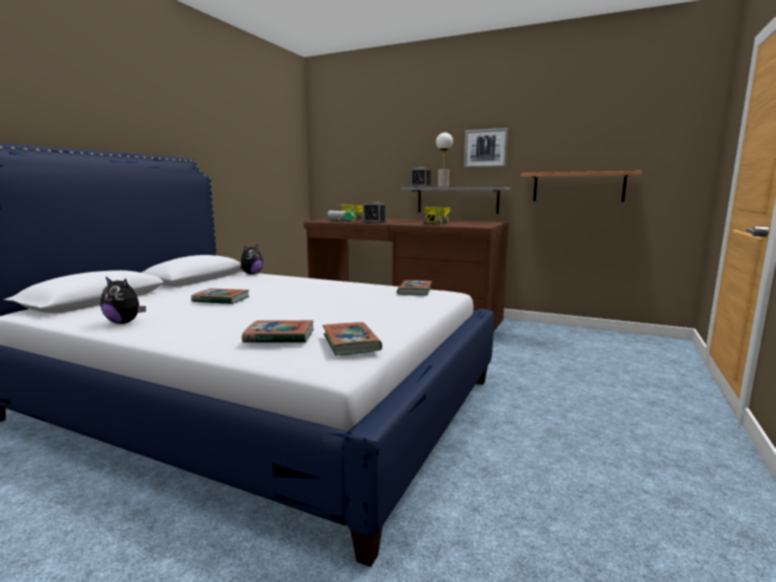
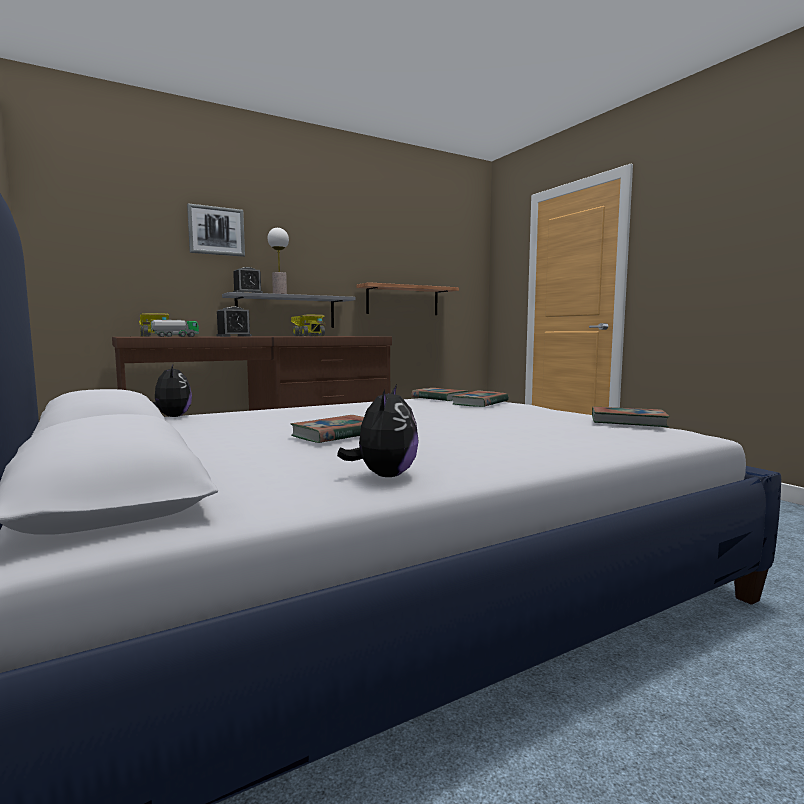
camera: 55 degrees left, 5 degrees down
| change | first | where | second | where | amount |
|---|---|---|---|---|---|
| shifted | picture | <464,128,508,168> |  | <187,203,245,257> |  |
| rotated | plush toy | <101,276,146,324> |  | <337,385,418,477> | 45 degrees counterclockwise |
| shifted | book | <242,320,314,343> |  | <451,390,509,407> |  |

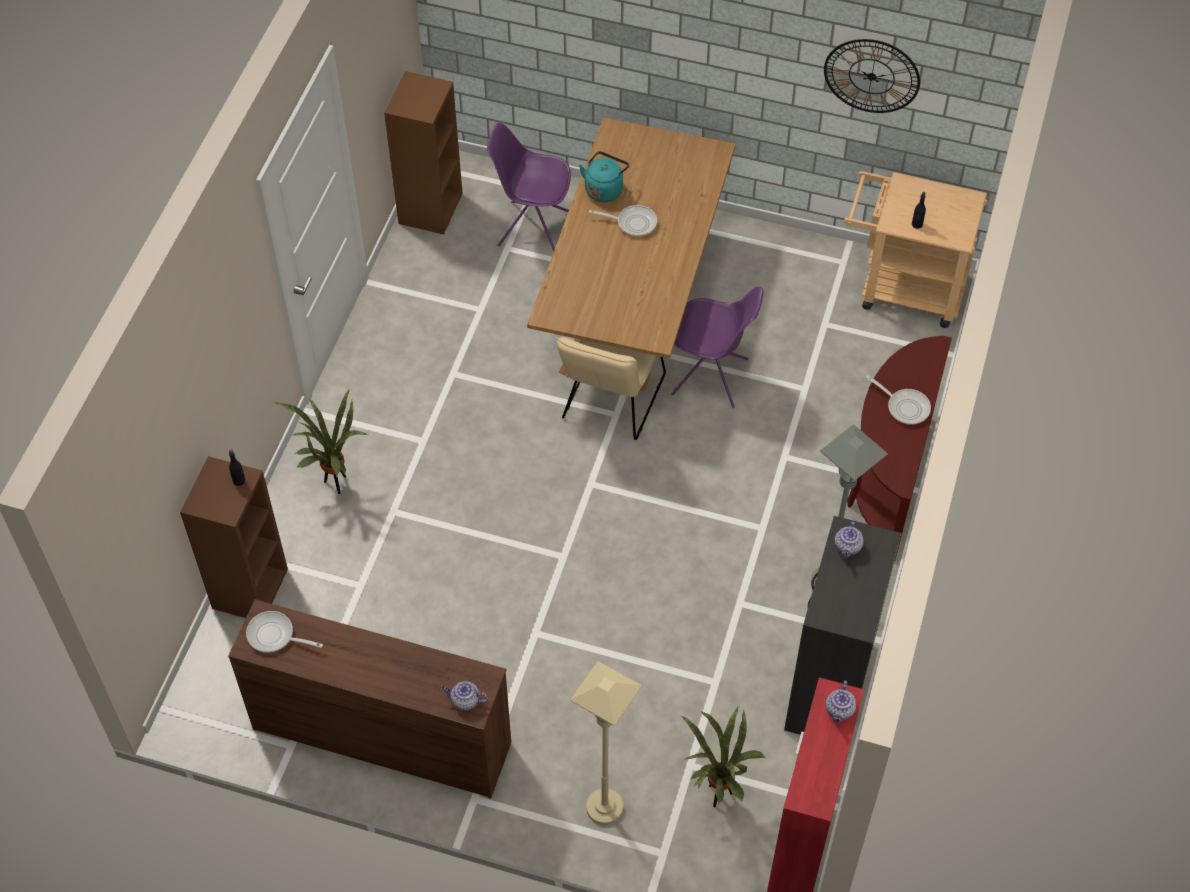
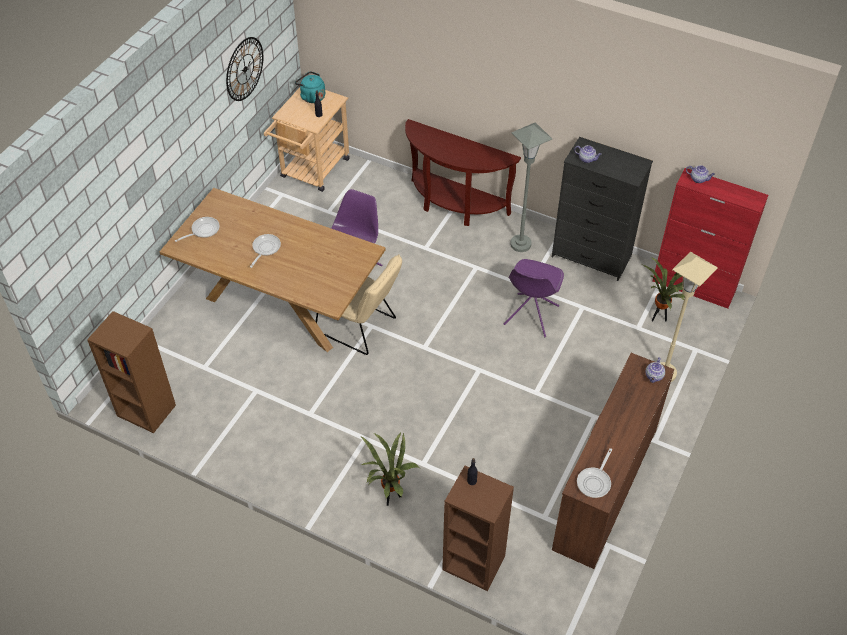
camera: 80 degrees left, 5 degrees down
| change | first | where | second | where | amount |
|---|---|---|---|---|---|
| shifted | frying pan | <866,375,931,425> |  | <175,217,220,242> |  |
| shifted | turquoise kettle | <579,151,629,202> |  | <295,71,325,103> |  |
| shifted | purple chair | <487,123,571,251> |  | <504,259,564,337> |  |

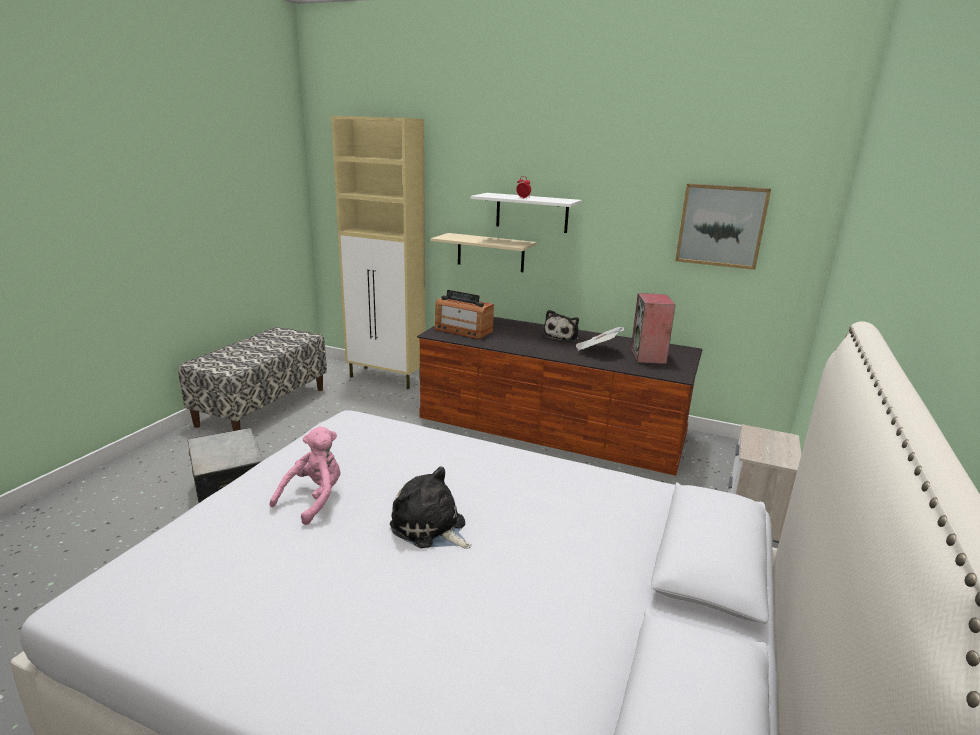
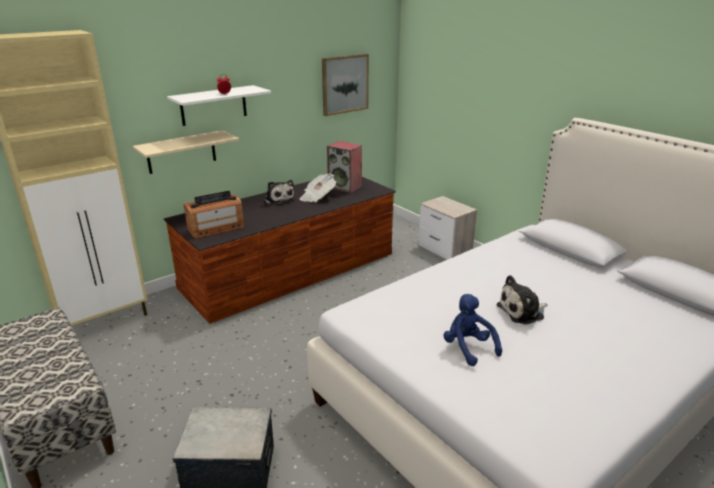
camera: 60 degrees left, 5 degrees up
| change | first | where | second | where | amount |
|---|---|---|---|---|---|
| repainted | pink plush toy | <270,426,341,525> | blue plush toy | <443,294,502,366> |  |

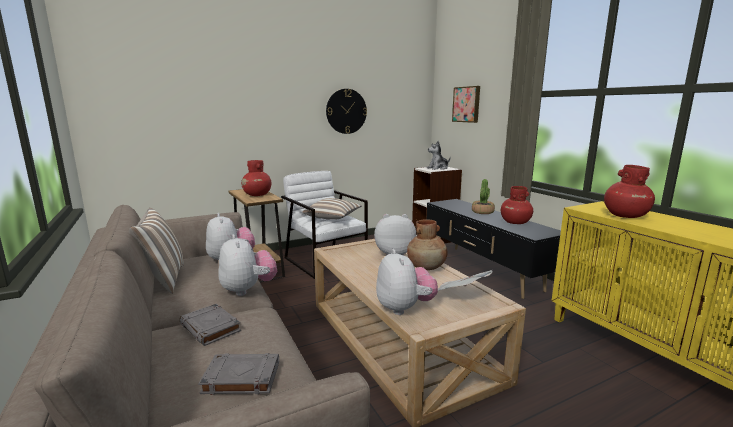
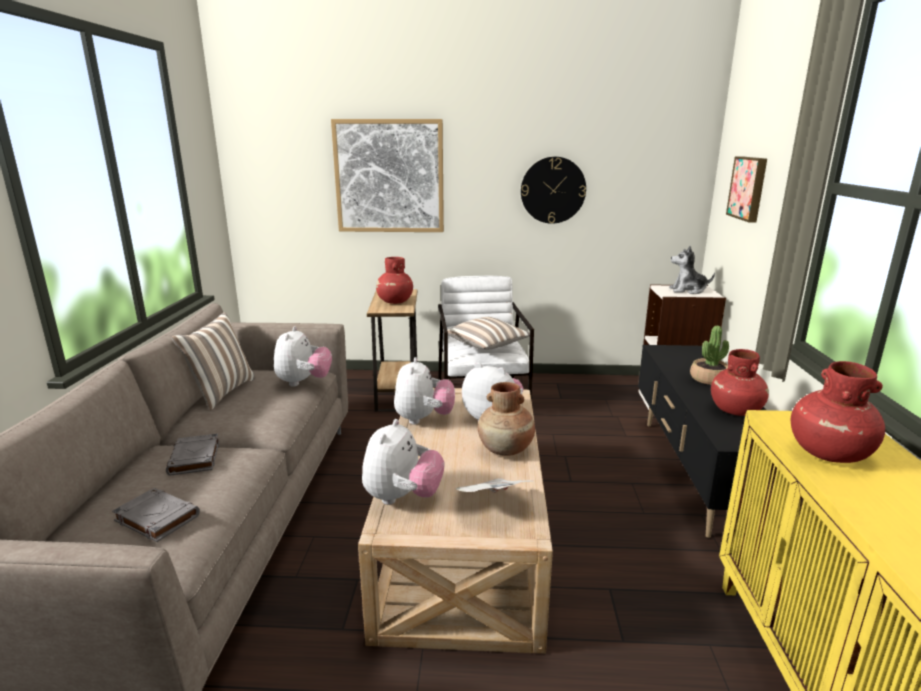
camera: 30 degrees right, 5 degrees up
| change | first | where | second | where | amount |
|---|---|---|---|---|---|
| new |  |  | picture | <331,119,444,232> |  |
| shifted | plush toy | <218,234,277,296> |  | <394,357,455,425> |  |

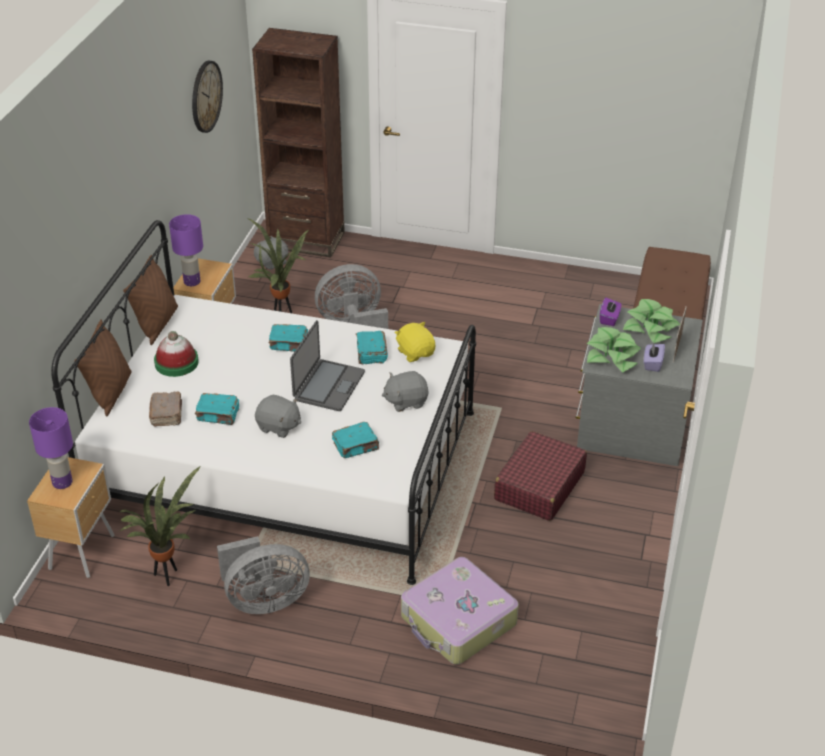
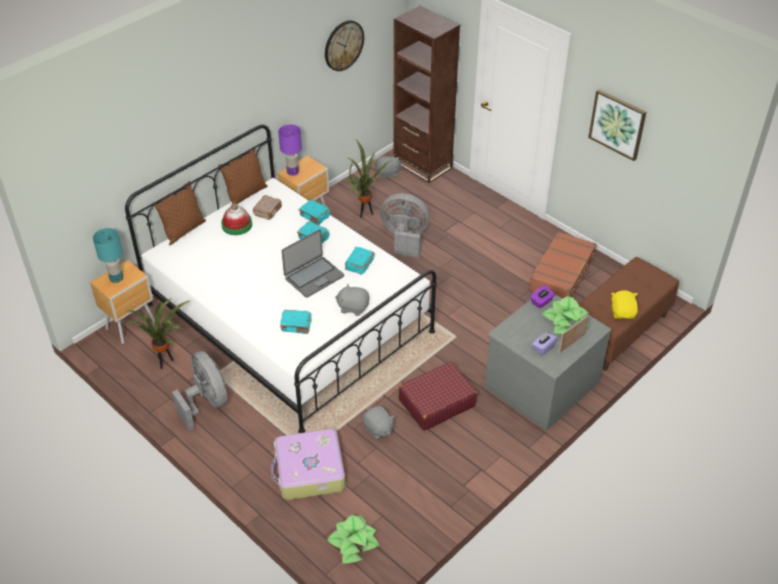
camera: 30 degrees right, 5 degrees up
| change | first | where | second | where | amount |
|---|---|---|---|---|---|
| repainted | purple table lamp | <29,407,73,489> | turquoise table lamp | <93,228,123,283> |  |
| rotated | grey fan | <217,536,310,614> |  | <172,351,227,431> | 135 degrees counterclockwise |
| shifted | brown book | <149,391,182,426> |  | <253,195,282,220> |  |
| shifted | turquoise book | <195,393,240,425> |  | <298,199,330,225> |  |
| shifted | potted plant | <587,327,641,373> |  | <327,515,379,564> |  |
| shifted | grey plush toy | <255,395,301,438> |  | <363,406,395,439> |  |
| new |  |  | brown suitcase | <528,231,596,299> |  |
| new |  |  | picture | <588,89,646,161> |  |
| shifted | yellow plush toy | <395,322,435,362> |  | <611,290,638,319> |  |

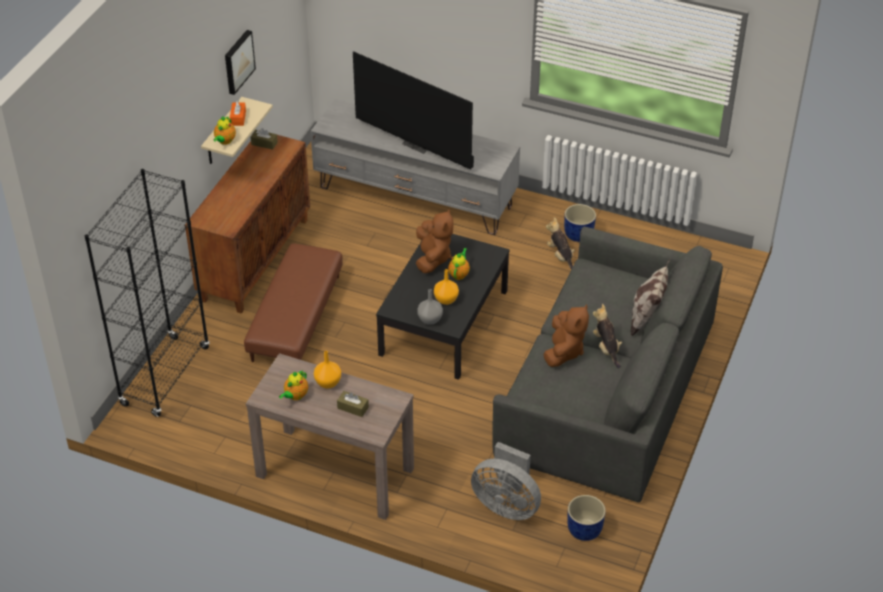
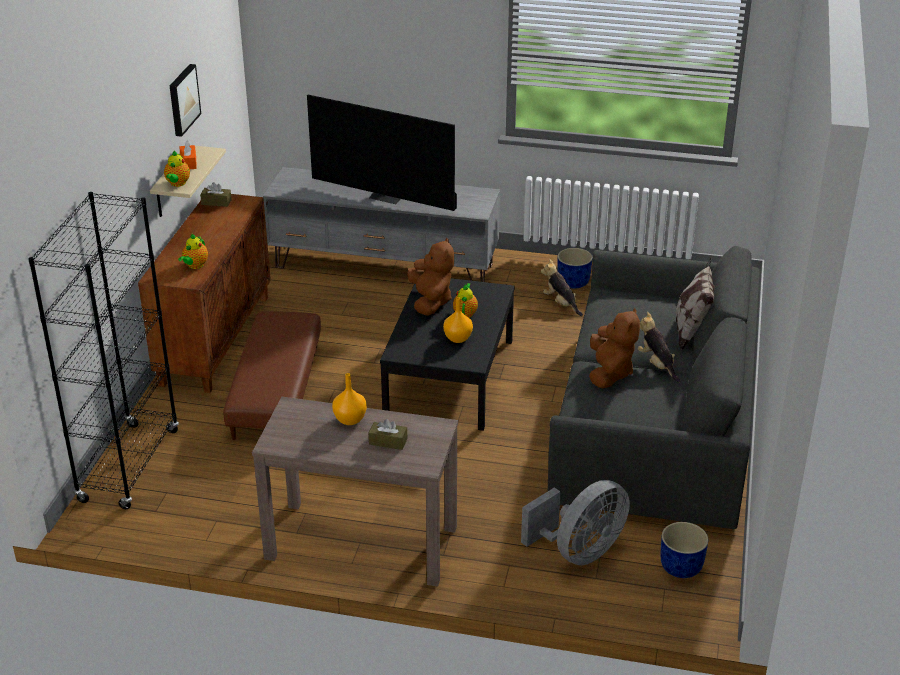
camera: 10 degrees left, 10 degrees down
| change | first | where | second | where | amount |
|---|---|---|---|---|---|
| shifted | teapot | <279,371,308,400> |  | <178,234,208,269> |  |
| rotated | grey fan | <471,442,541,520> |  | <521,480,630,565> | 60 degrees counterclockwise |
| gone | grey vase | <417,289,443,325> |  |  |  |

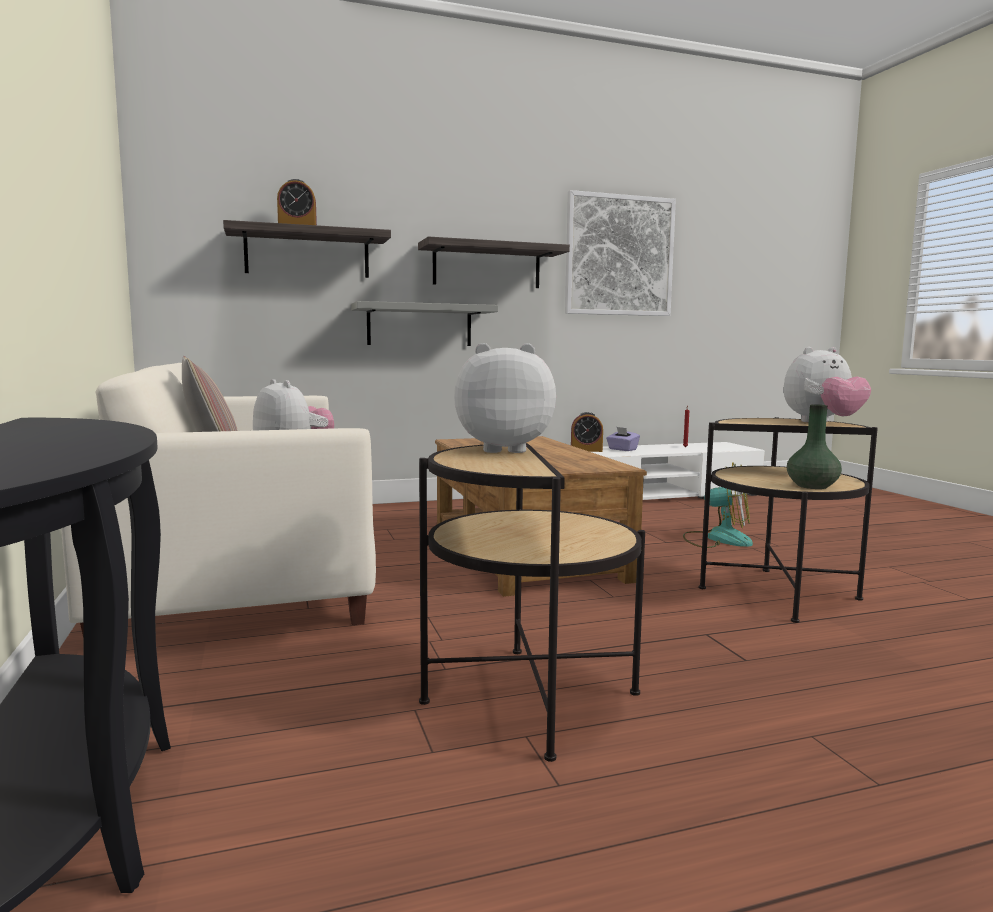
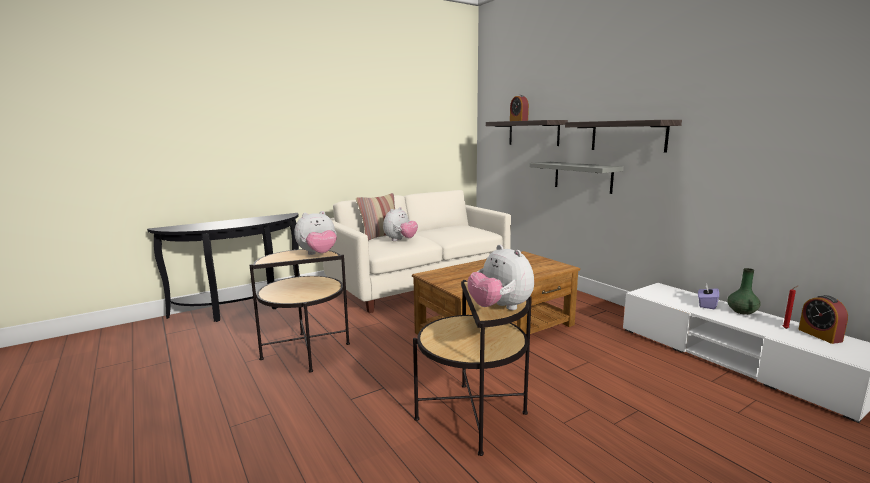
camera: 75 degrees right, 5 degrees up
| change | first | where | second | where | amount |
|---|---|---|---|---|---|
| rotated | plush toy | <454,343,556,453> |  | <294,211,337,255> | 75 degrees clockwise |
| shifted | green vase | <787,404,842,489> |  | <727,268,761,315> |  |
| shifted | alarm clock | <571,412,603,452> |  | <798,295,848,344> |  |
| gone | picture | <565,190,676,316> |  |  |  |
| gone | fan | <683,462,753,548> |  |  |  |

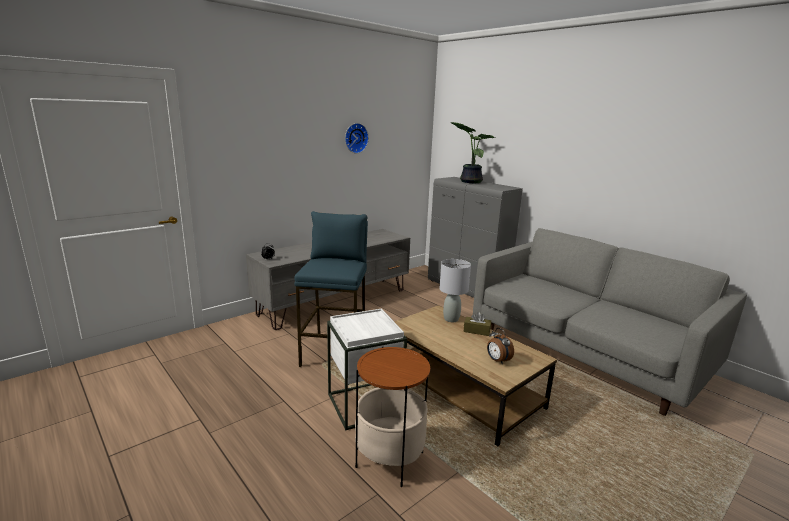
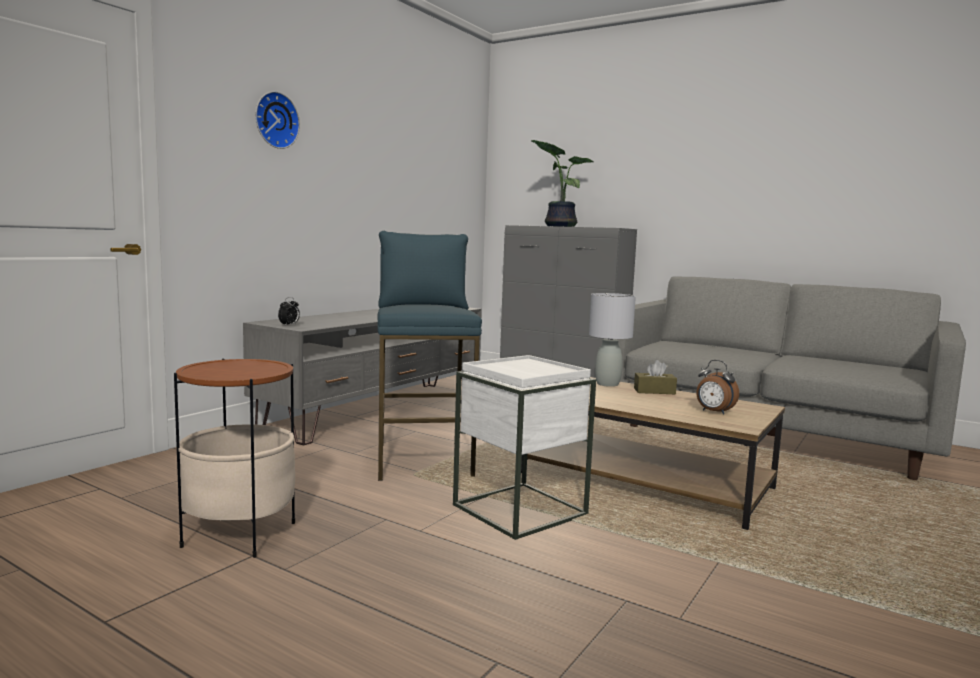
camera: 15 degrees left, 10 degrees down
| change | first | where | second | where | amount |
|---|---|---|---|---|---|
| shifted | side table | <355,346,430,487> |  | <174,359,295,558> |  |
| shifted | wall clock | <345,123,369,153> |  | <255,91,300,149> |  |

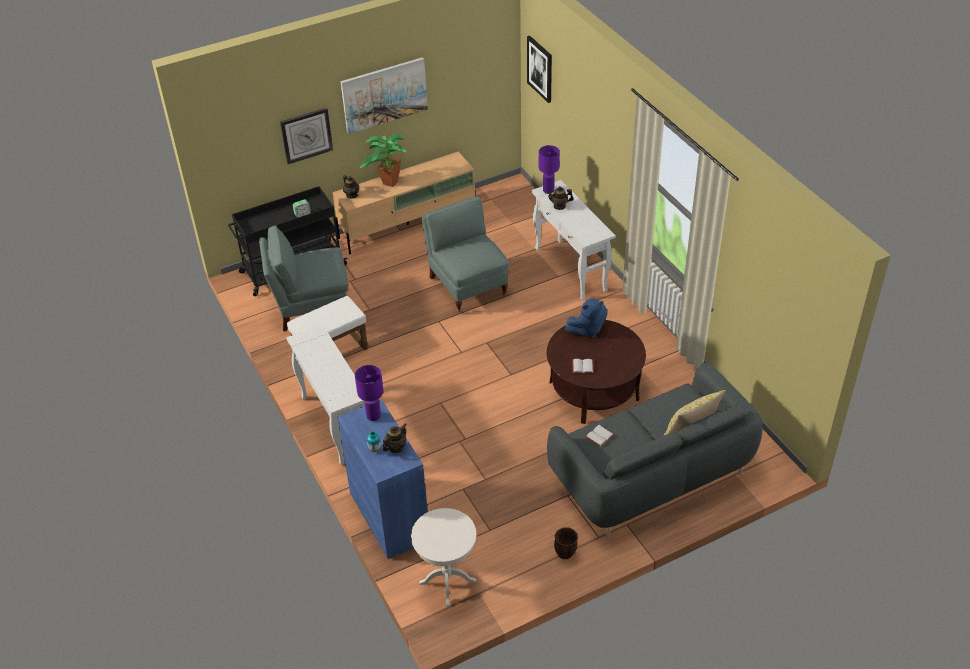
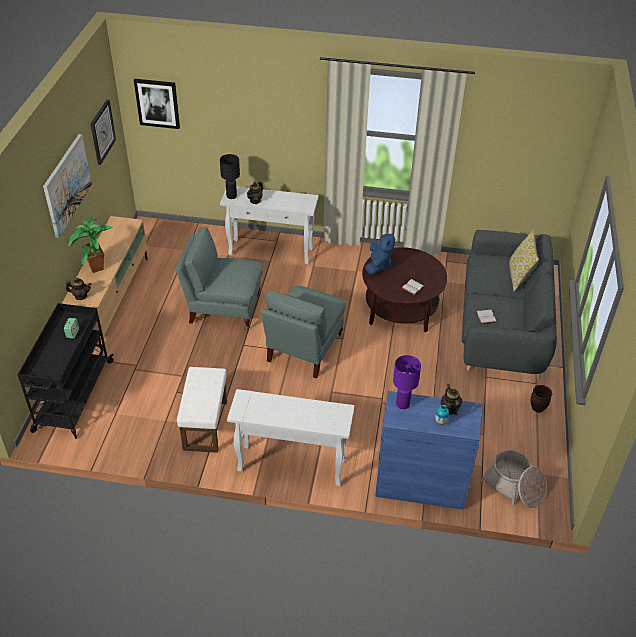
camera: 55 degrees left, 0 degrees up
| change | first | where | second | where | amount |
|---|---|---|---|---|---|
| shifted | wall clock | <280,108,333,164> |  | <90,99,116,165> |  |
| repainted | purple table lamp | <539,145,560,194> | black table lamp | <220,154,240,199> |  |
| shifted | grey armchair | <259,225,349,331> |  | <261,286,346,379> |  |
| swapped | white side table | <411,508,477,607> | basket | <480,450,547,508> |  |

